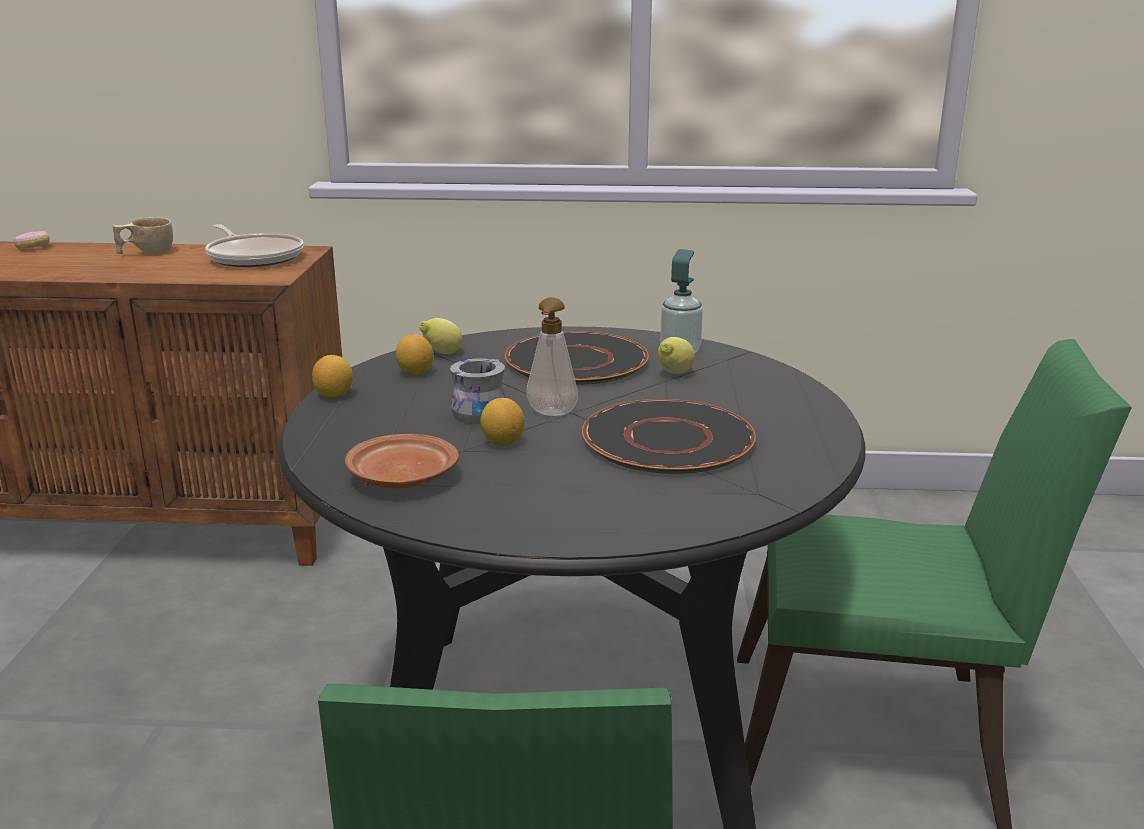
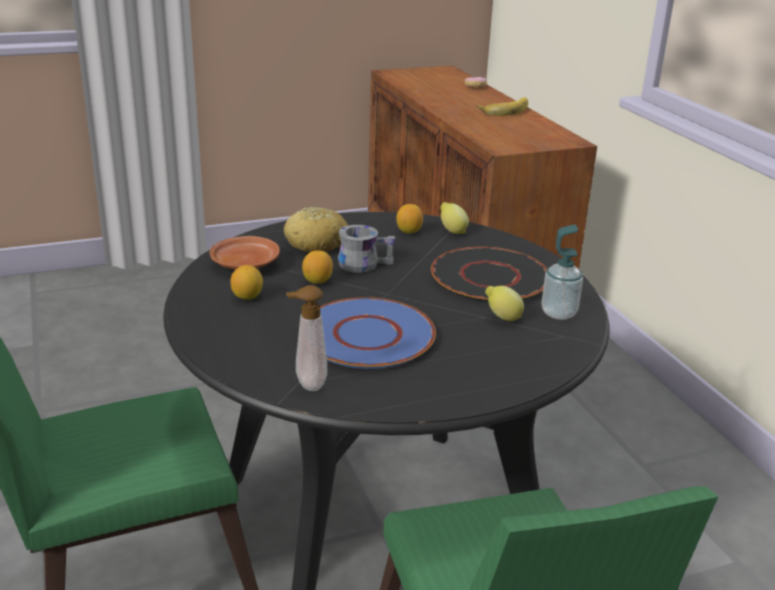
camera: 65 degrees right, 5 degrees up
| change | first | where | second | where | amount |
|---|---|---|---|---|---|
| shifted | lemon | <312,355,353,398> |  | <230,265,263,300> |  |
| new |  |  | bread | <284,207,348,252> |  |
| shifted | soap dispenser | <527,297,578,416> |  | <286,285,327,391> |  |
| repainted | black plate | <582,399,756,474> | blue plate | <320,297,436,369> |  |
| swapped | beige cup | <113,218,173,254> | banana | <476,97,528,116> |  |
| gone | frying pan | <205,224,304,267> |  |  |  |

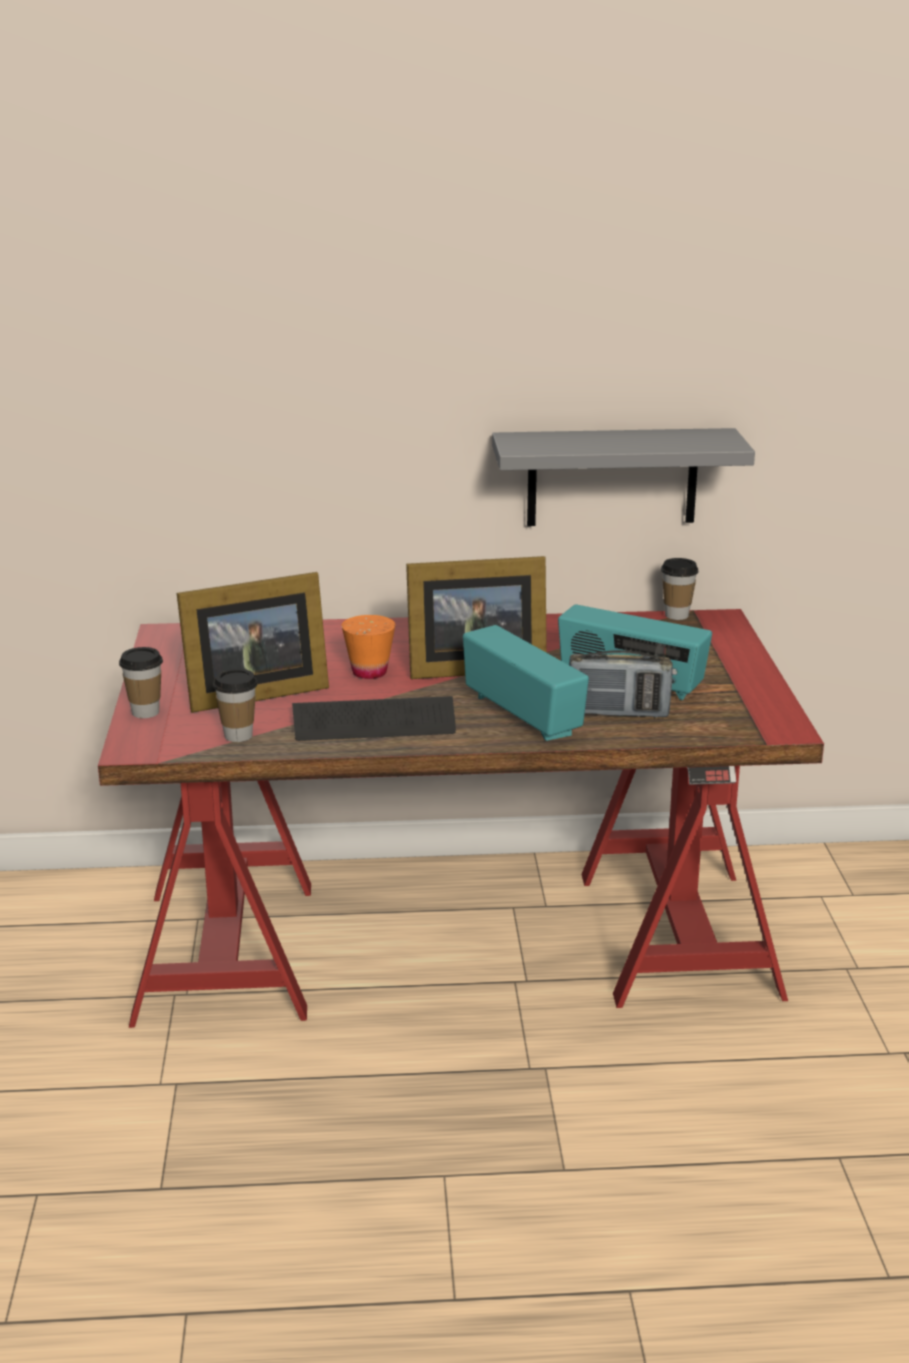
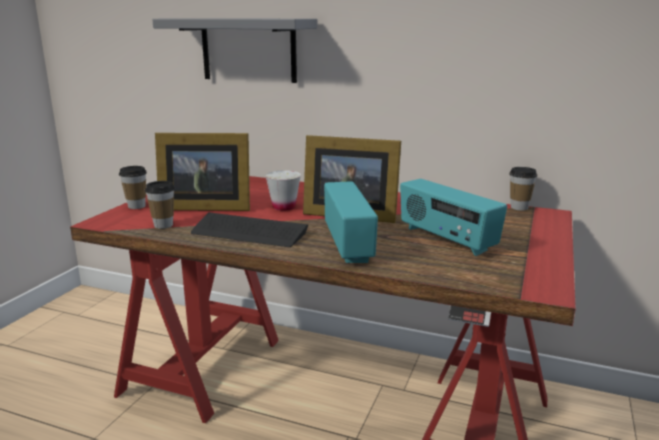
camera: 25 degrees right, 5 degrees down
| change | first | where | second | where | amount |
|---|---|---|---|---|---|
| shifted | grey shelf | <492,428,755,526> |  | <152,18,317,83> |  |
| repainted | orange cup | <342,615,396,679> | white cup | <265,170,301,211> |  |
| gone | radio | <569,650,673,718> |  |  |  |

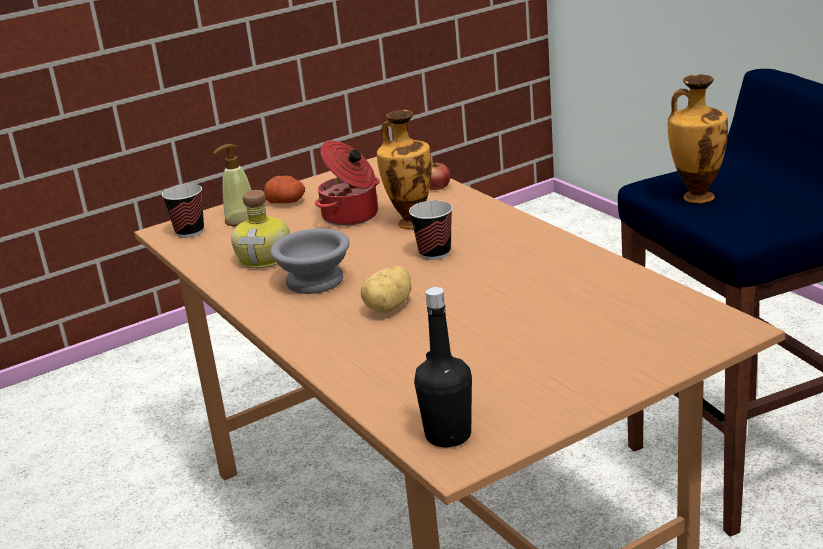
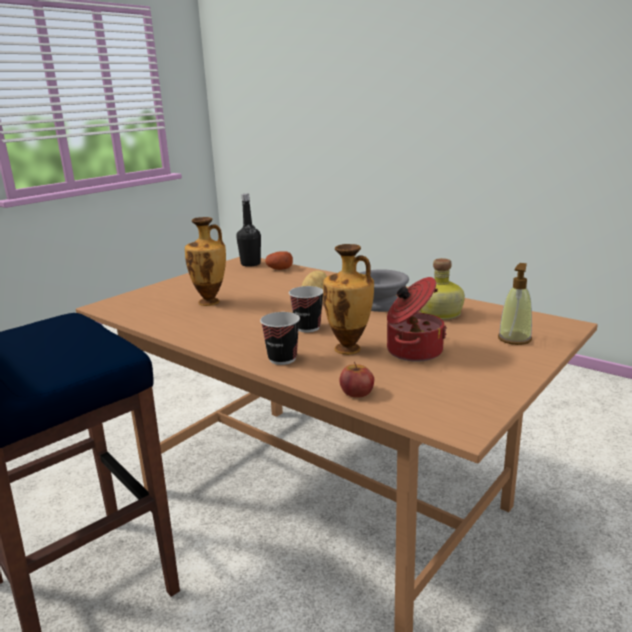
camera: 160 degrees right, 5 degrees down
| change | first | where | second | where | amount |
|---|---|---|---|---|---|
| shifted | vase | <668,74,728,203> |  | <185,217,226,306> |  |
| shifted | cup | <162,184,204,238> |  | <260,312,300,365> |  |
| shifted | potato | <264,176,305,203> |  | <265,251,293,270> |  |

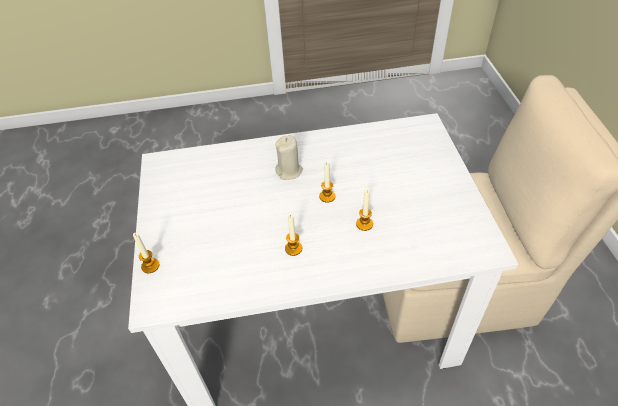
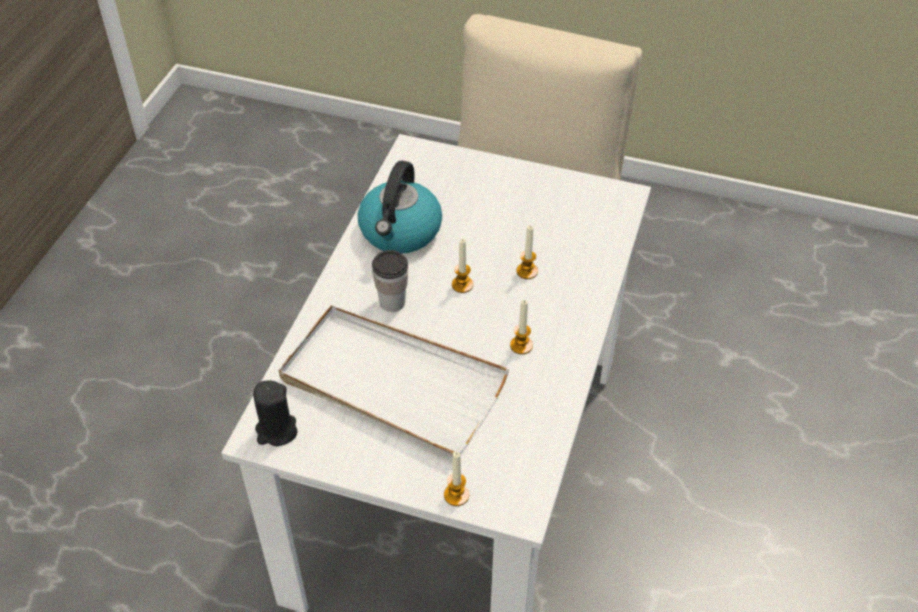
camera: 65 degrees left, 0 degrees up
| change | first | where | second | where | amount |
|---|---|---|---|---|---|
| new |  |  | black candle | <253,380,297,446> |  |
| new |  |  | white tray | <279,305,509,455> |  |
| new |  |  | kettle | <358,161,442,254> |  |
| swapped | beige candle | <275,135,303,180> | cup | <372,250,408,312> |  |

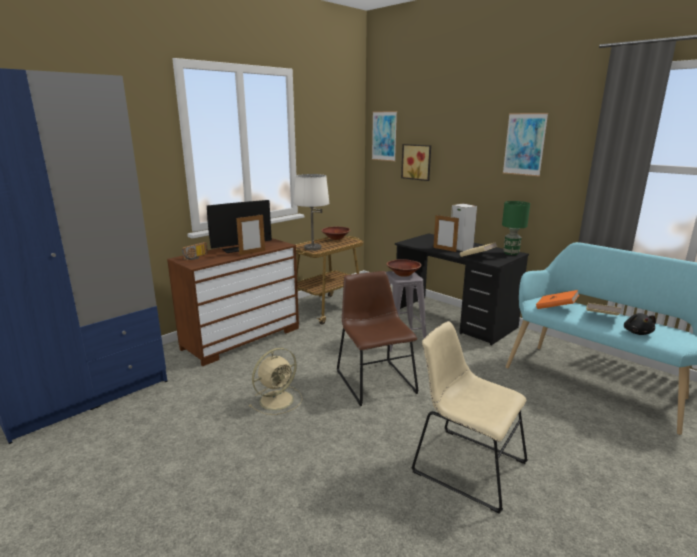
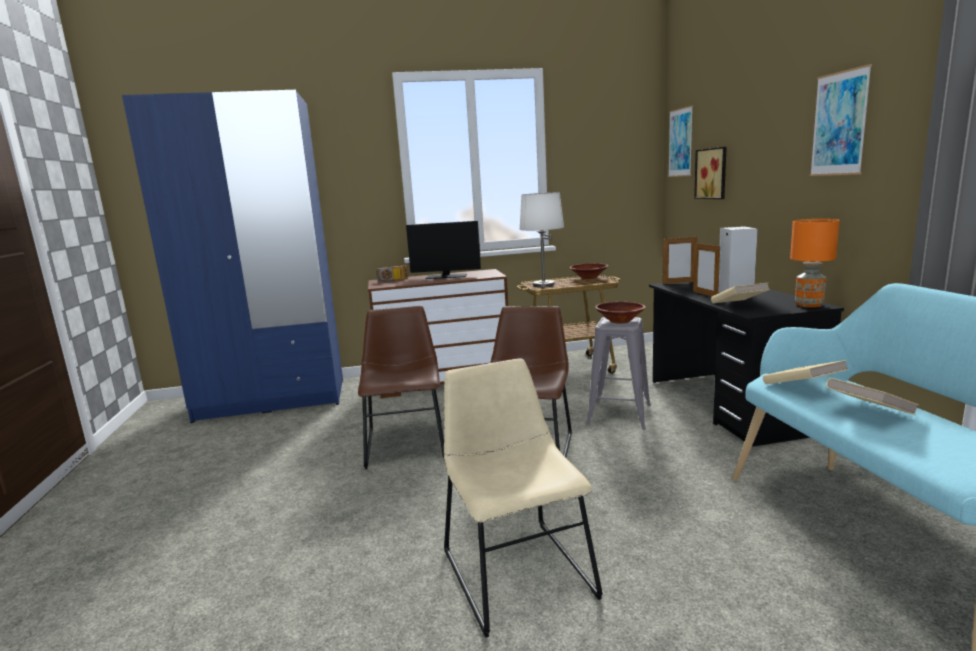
camera: 35 degrees right, 5 degrees down
| change | first | where | second | where | amount |
|---|---|---|---|---|---|
| swapped | beige fan | <249,348,303,415> | brown chair | <358,306,444,469> |  |
| shifted | picture frame | <236,215,265,255> |  | <663,235,697,284> |  |
| repainted | orange book | <536,290,579,309> | beige book | <763,360,849,384> |  |
| repainted | green table lamp | <502,201,530,255> | orange table lamp | <790,219,840,308> |  |
| gone | black plush toy | <624,313,656,335> |  |  |  |

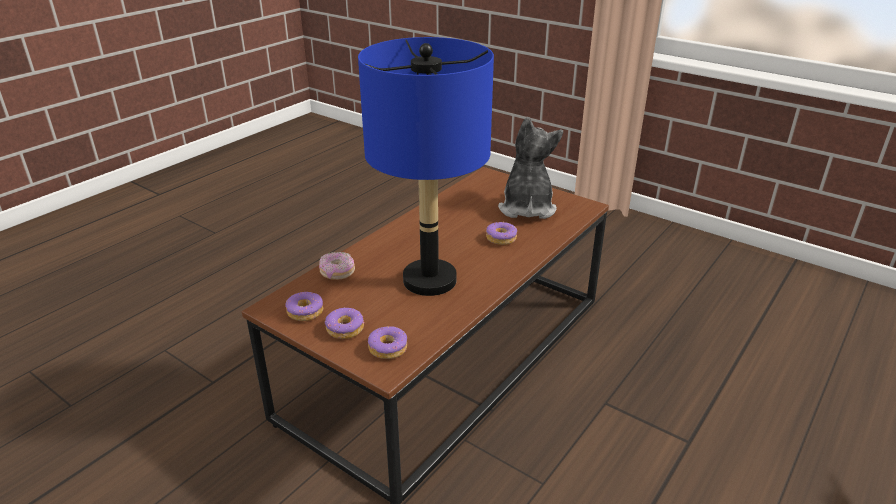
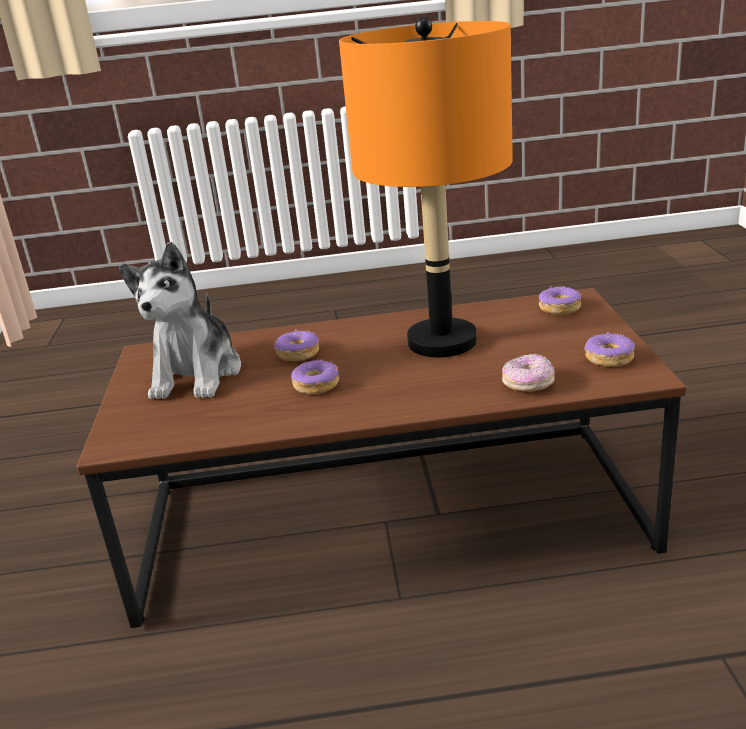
camera: 130 degrees left, 5 degrees down
| change | first | where | second | where | amount |
|---|---|---|---|---|---|
| rotated | plush toy | <498,117,563,219> |  | <119,242,241,399> | 45 degrees counterclockwise |
| shifted | donut | <325,308,364,339> |  | <291,360,339,395> |  |
| repainted | blue table lamp | <358,37,494,296> | orange table lamp | <339,17,513,357> |  |

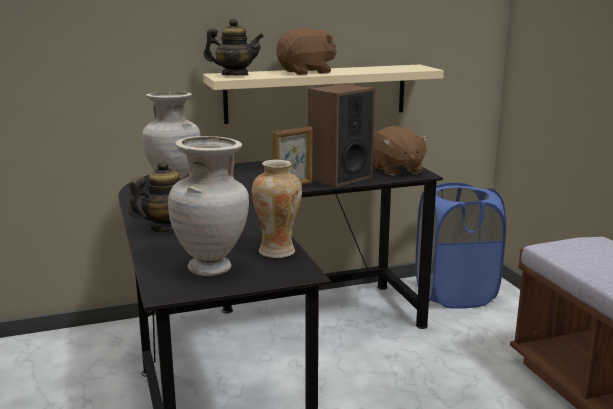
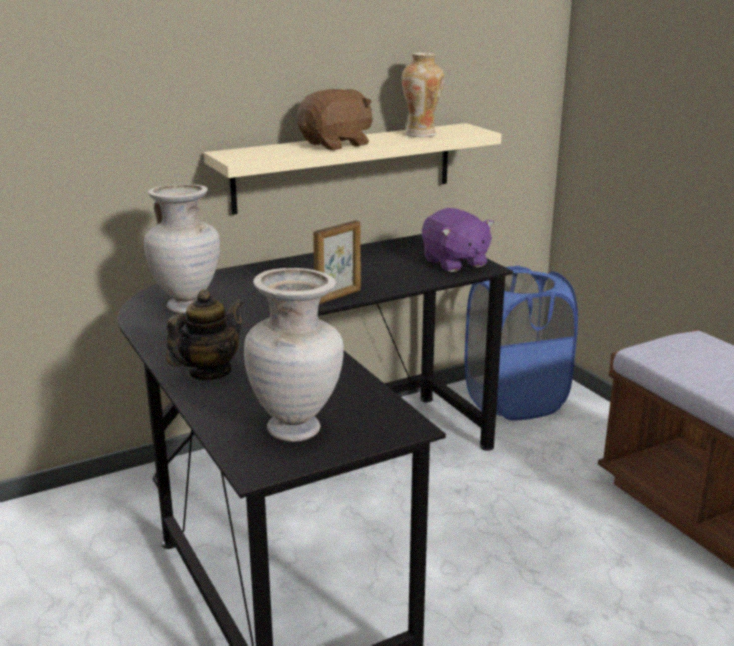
camera: 10 degrees left, 5 degrees up
| change | first | where | second | where | amount |
|---|---|---|---|---|---|
| shifted | vase | <252,160,302,258> |  | <402,52,444,137> |  |
| repainted | brown plush toy | <373,126,429,176> | purple plush toy | <422,208,494,272> |  |
| gone | teapot | <204,18,264,76> |  |  |  |
| gone | speaker | <308,84,375,188> |  |  |  |

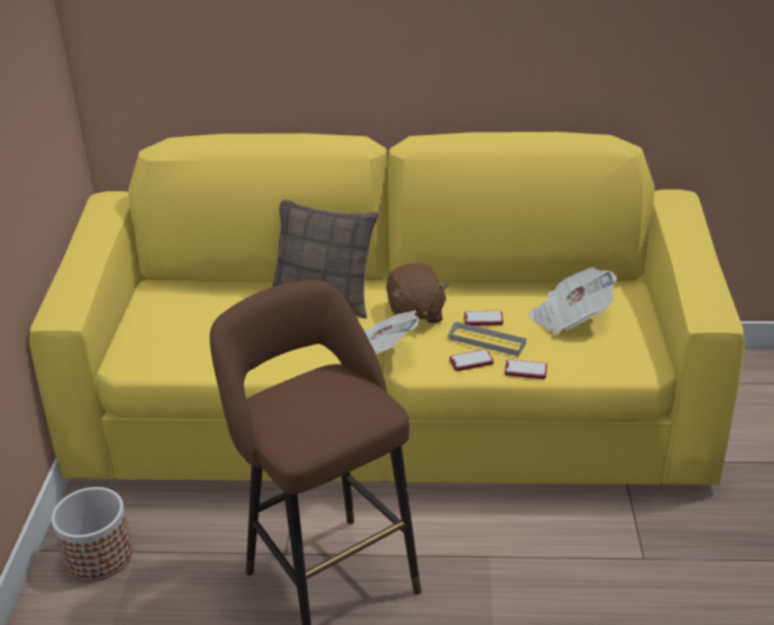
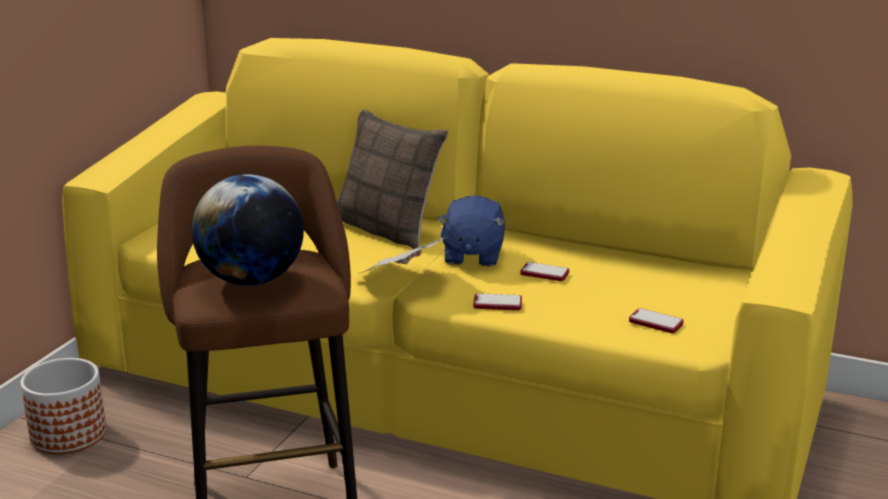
camera: 20 degrees right, 10 degrees down
| change | first | where | second | where | amount |
|---|---|---|---|---|---|
| new |  |  | globe | <191,174,304,285> |  |
| repainted | brown plush toy | <386,263,449,324> | blue plush toy | <437,195,506,267> |  |
| shifted | phone | <505,359,547,379> |  | <629,308,684,333> |  |
| gone | grey tray | <449,321,526,356> |  |  |  |
| gone | newspaper | <529,267,617,334> |  |  |  |

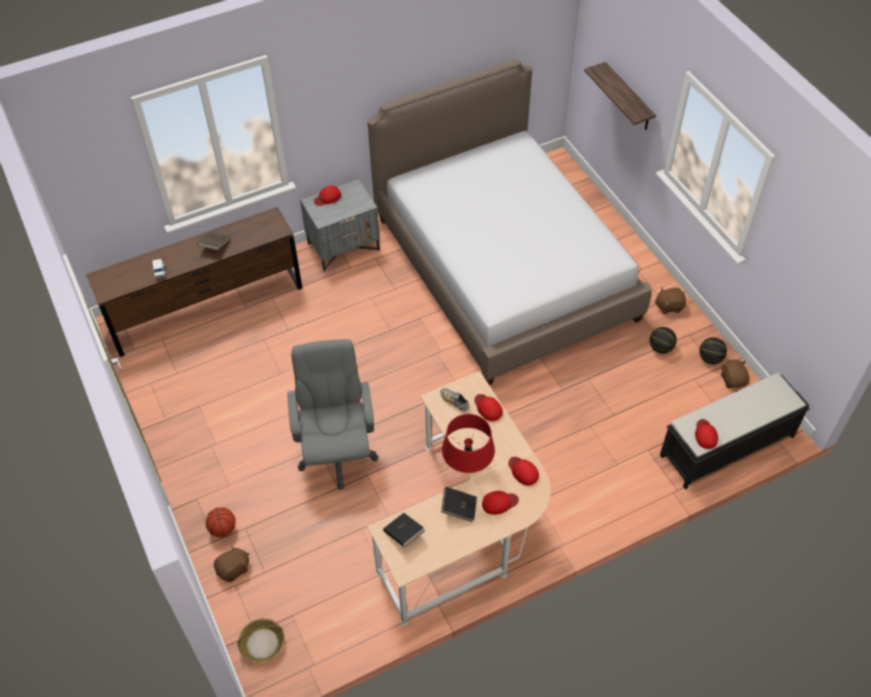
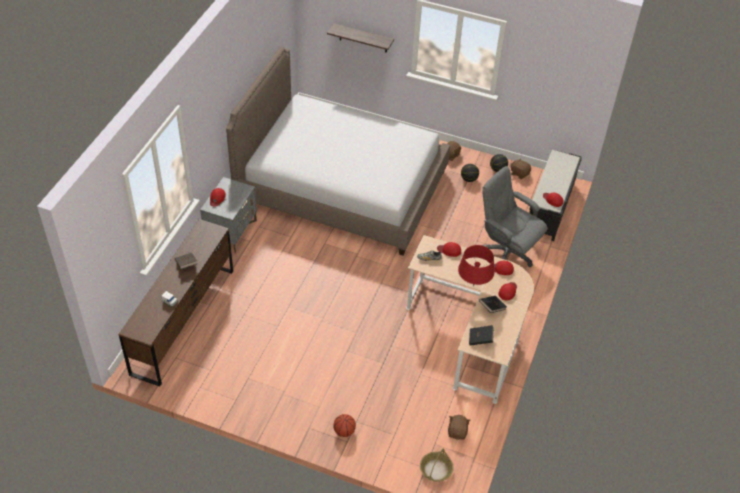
camera: 45 degrees left, 5 degrees down
| change | first | where | second | where | amount |
|---|---|---|---|---|---|
| shifted | brown plush toy | <214,545,249,582> |  | <448,415,470,440> |  |
| shifted | grey office chair | <287,339,378,490> |  | <482,166,548,267> |  |

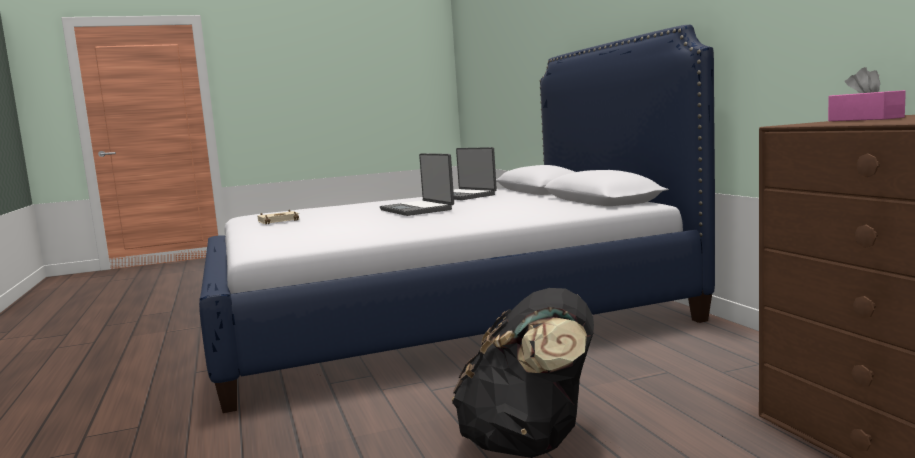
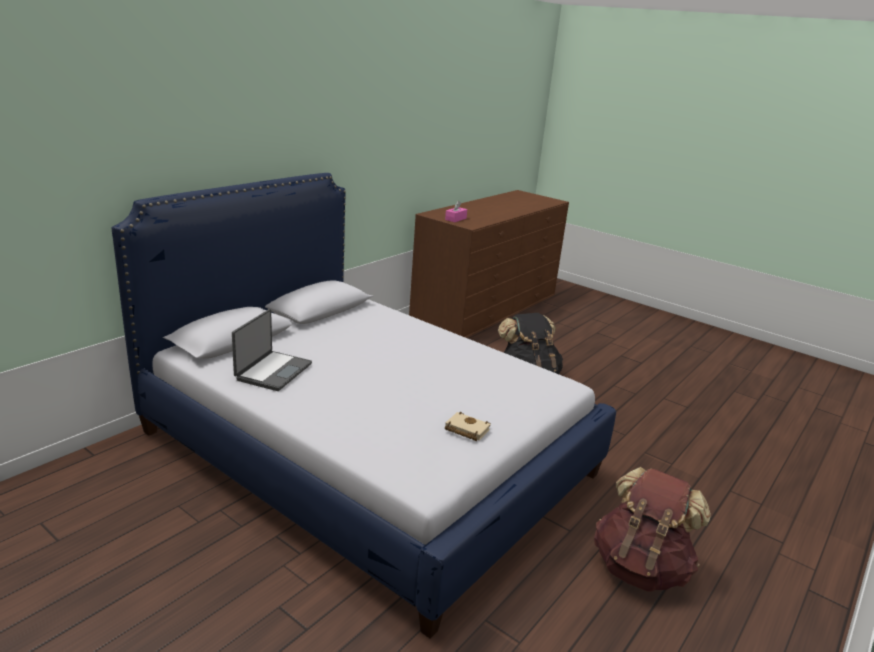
camera: 125 degrees left, 15 degrees up
| change | first | where | second | where | amount |
|---|---|---|---|---|---|
| new |  |  | brown backpack | <594,467,711,592> |  |
| gone | laptop | <380,153,454,216> |  |  |  |

